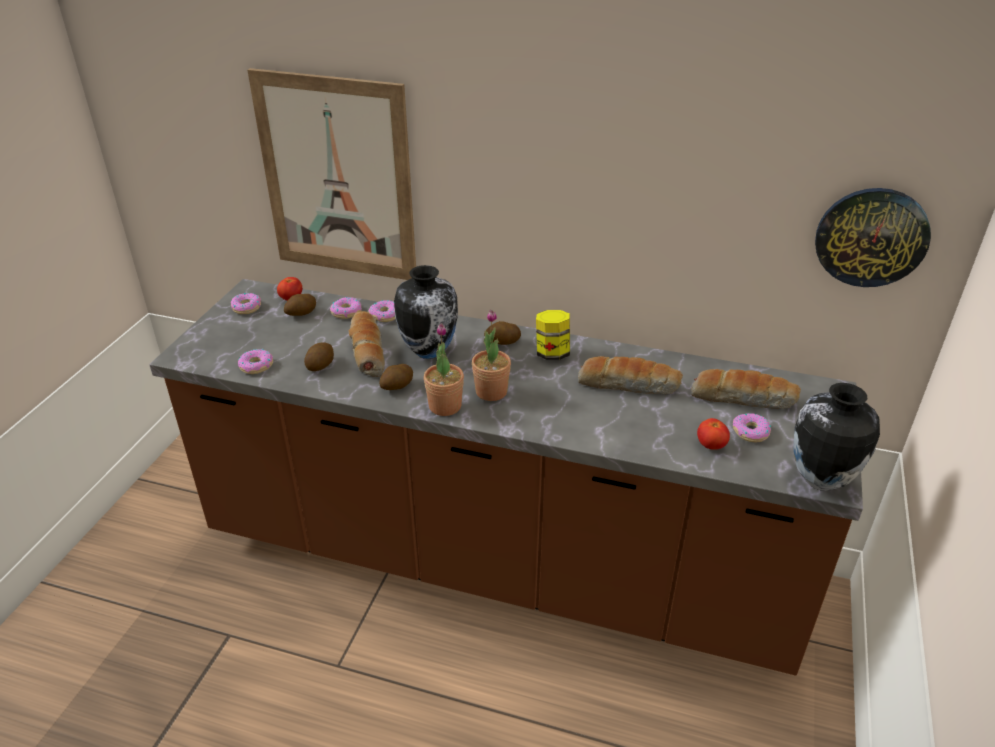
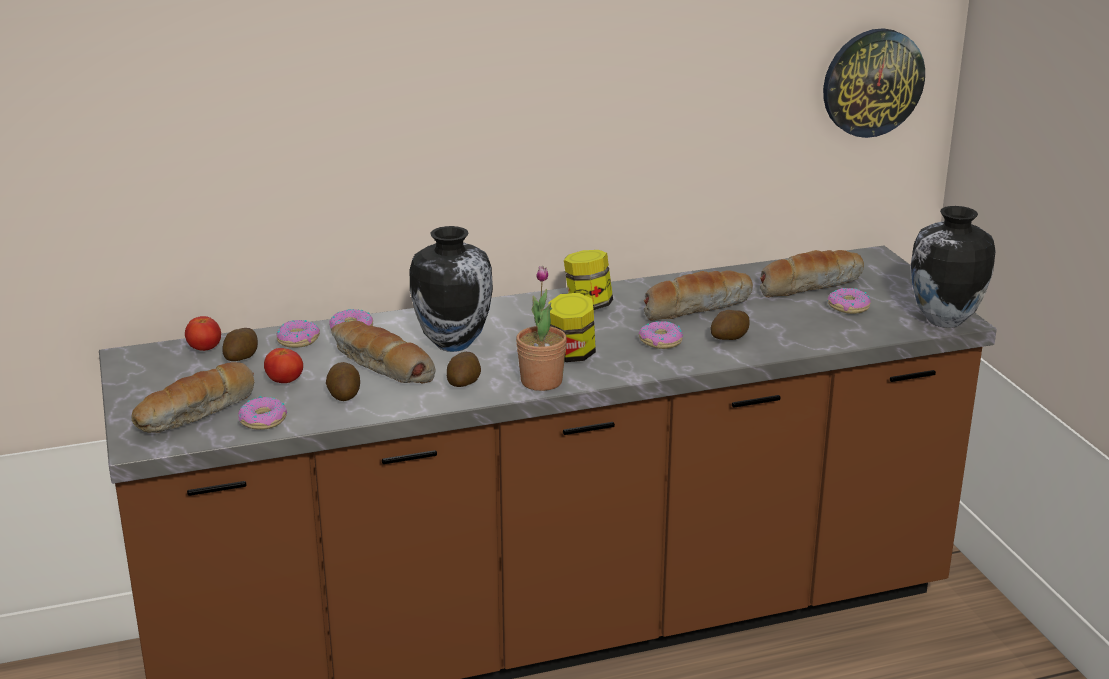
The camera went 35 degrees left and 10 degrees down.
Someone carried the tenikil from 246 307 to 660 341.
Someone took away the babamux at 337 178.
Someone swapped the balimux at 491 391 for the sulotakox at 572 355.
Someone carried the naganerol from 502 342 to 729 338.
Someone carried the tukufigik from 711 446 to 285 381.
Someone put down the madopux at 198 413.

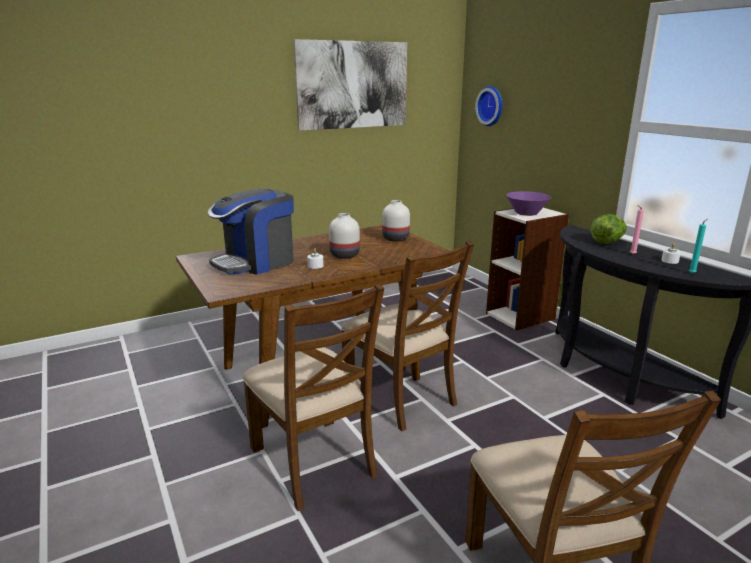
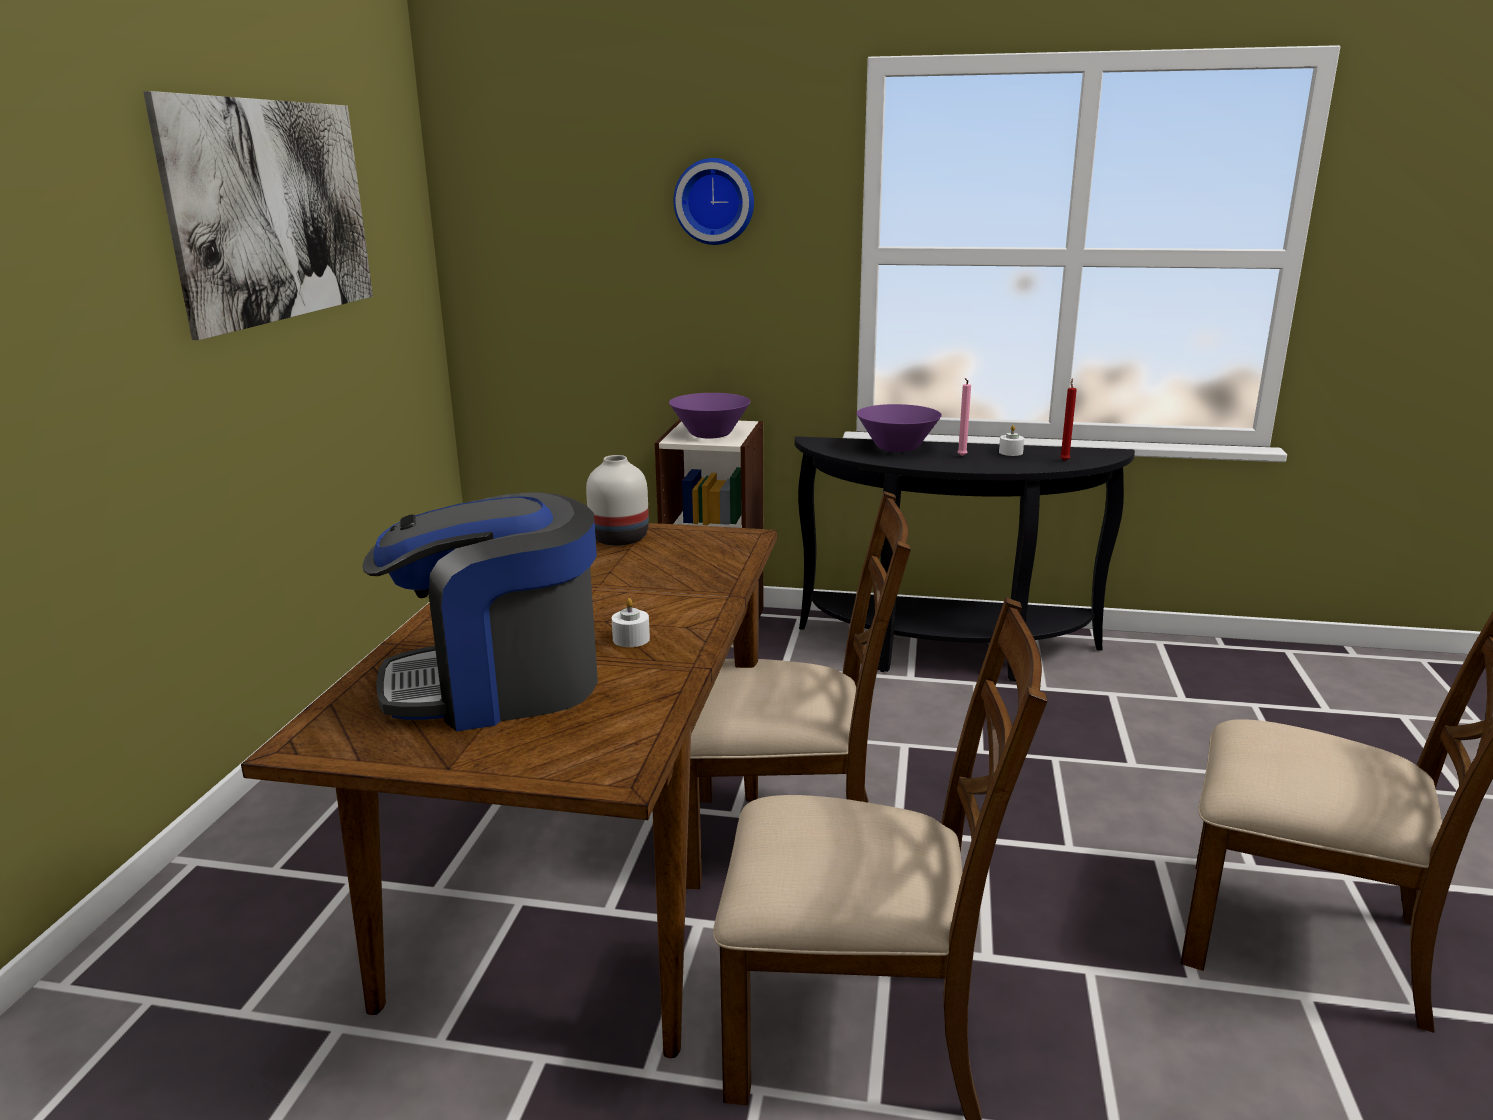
The camera went 50 degrees left and 0 degrees up.
Someone rotated the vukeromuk at 256 262 by 75 degrees clockwise.
Someone took away the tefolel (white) at 344 255.
Someone carried the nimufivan from 491 106 to 715 201.
Someone swapped the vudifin at 607 242 for the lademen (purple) at 897 448.
Someone repainted the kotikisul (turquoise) at 692 273, which became the kotikisul (red) at 1064 460.

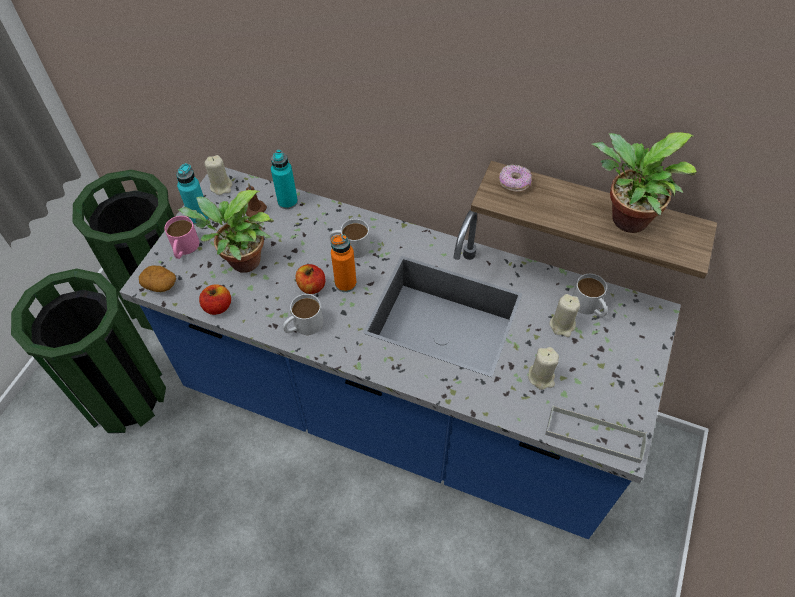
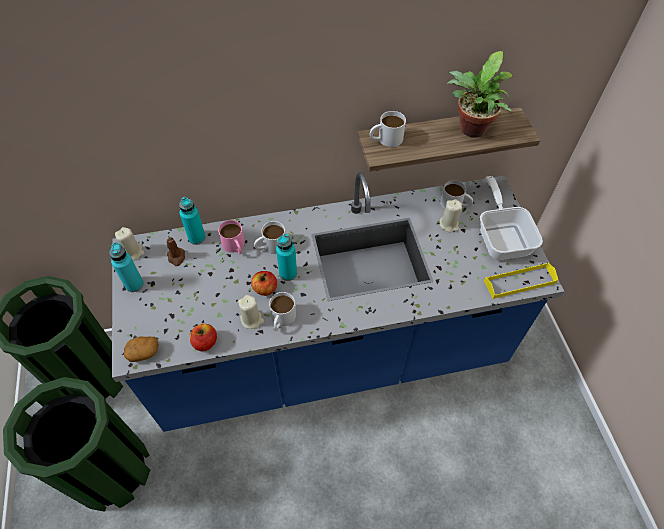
The camera went 35 degrees left and 0 degrees up.
Someone carried the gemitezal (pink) from 184 248 to 235 246.
Someone took away the balimux at 241 262.
Someone repainted the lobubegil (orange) at 345 283, which became the lobubegil (turquoise) at 288 273.
Someone swapped the tenikil at 514 184 for the gemitezal (white) at 385 139.
Someone carried the kotikisul (beige) from 541 377 to 252 319.
Someone repainted the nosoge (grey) at 594 435, which became the nosoge (yellow) at 519 282.
Someone put down the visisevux at 502 237.

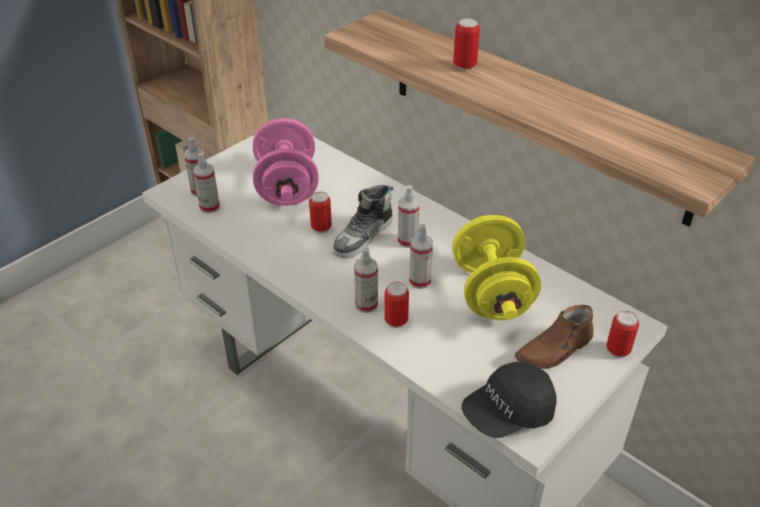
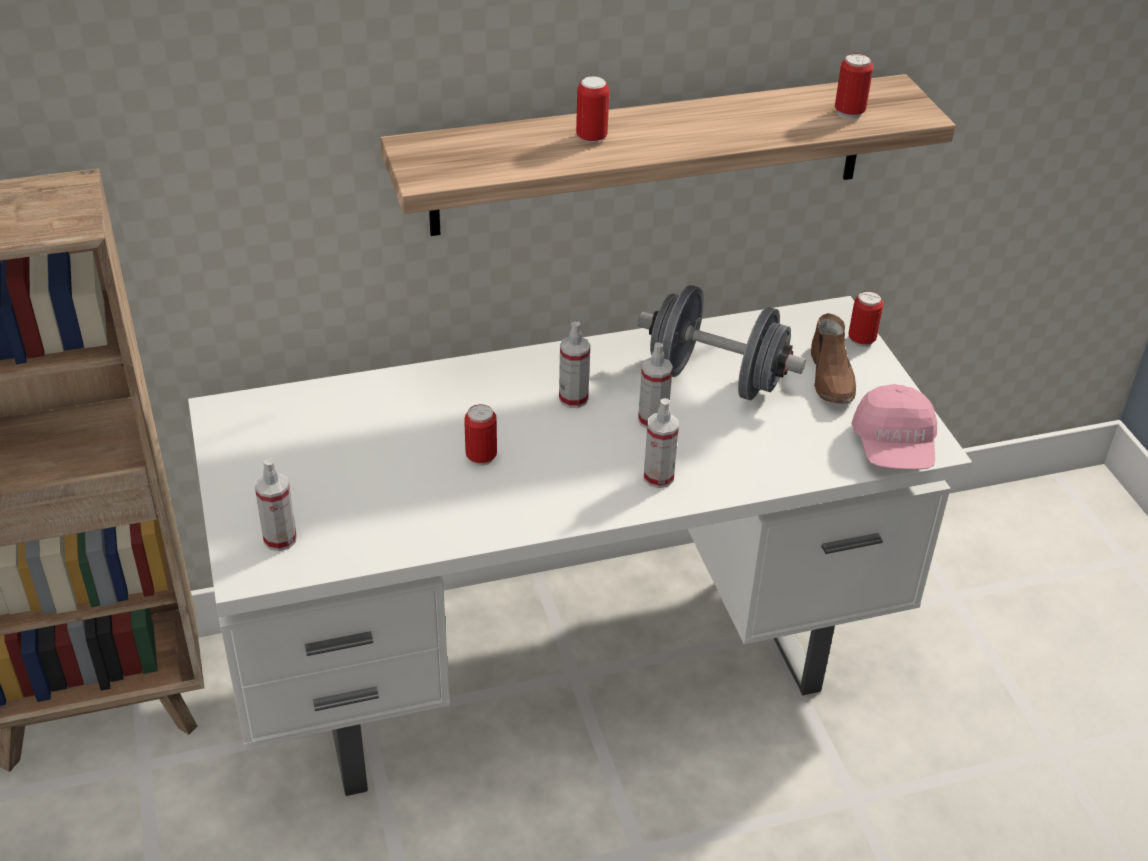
The camera went 60 degrees left and 0 degrees up.
Someone took away the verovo at 209 207.
Someone took away the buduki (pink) at 287 187.
Someone took away the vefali at 363 236.
Someone carried the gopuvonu from 396 321 to 849 113.
Someone repainted the buduki (yellow) at 491 293, which became the buduki (grey) at 716 379.
Someone repainted the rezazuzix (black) at 508 413, which became the rezazuzix (pink) at 894 447.

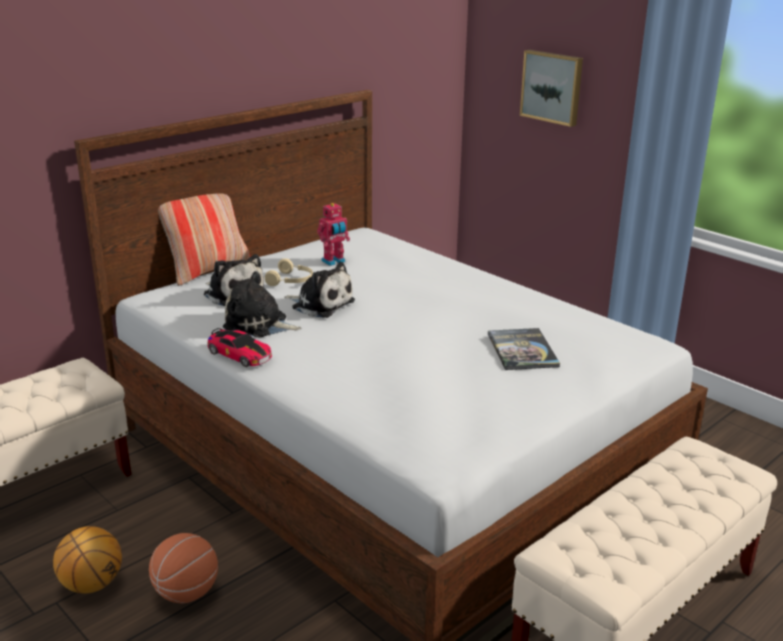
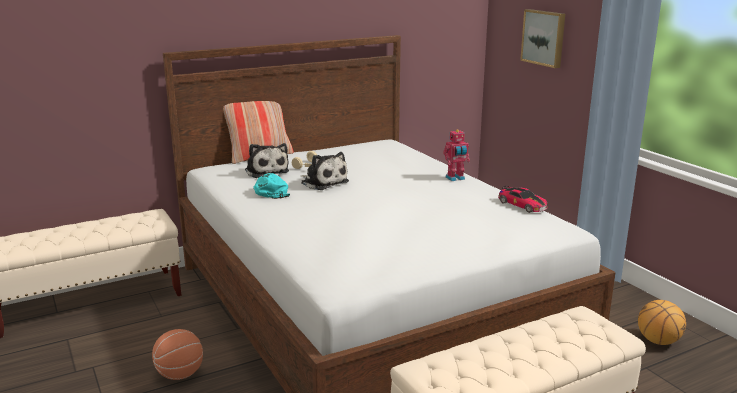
The camera went 15 degrees right and 5 degrees down.
Someone carried the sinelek from 92 584 to 658 341.
Someone carried the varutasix from 239 354 to 522 205.
Someone swapped the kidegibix at 258 325 for the rezazuzix (turquoise) at 270 191.
Someone carried the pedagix from 334 262 to 455 178.
Someone took away the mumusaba at 522 350.

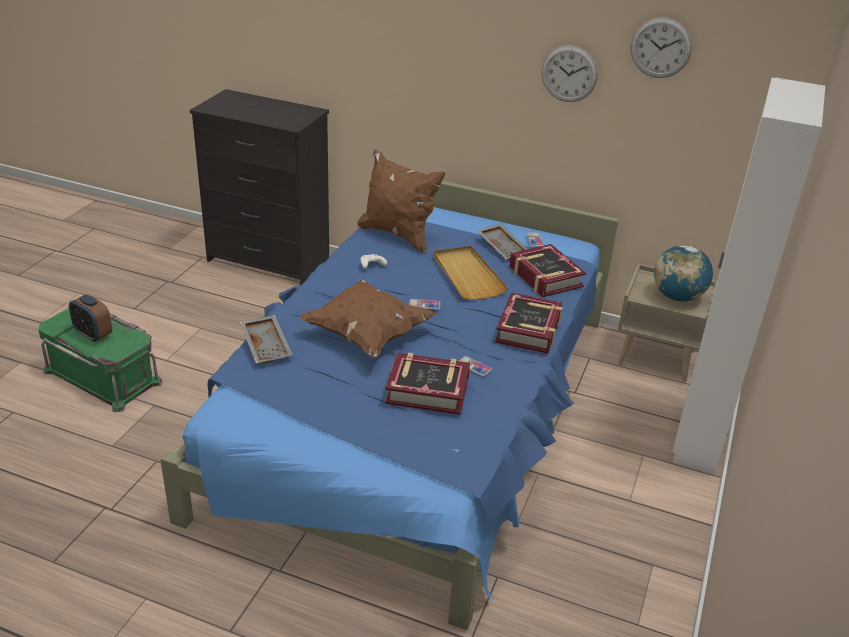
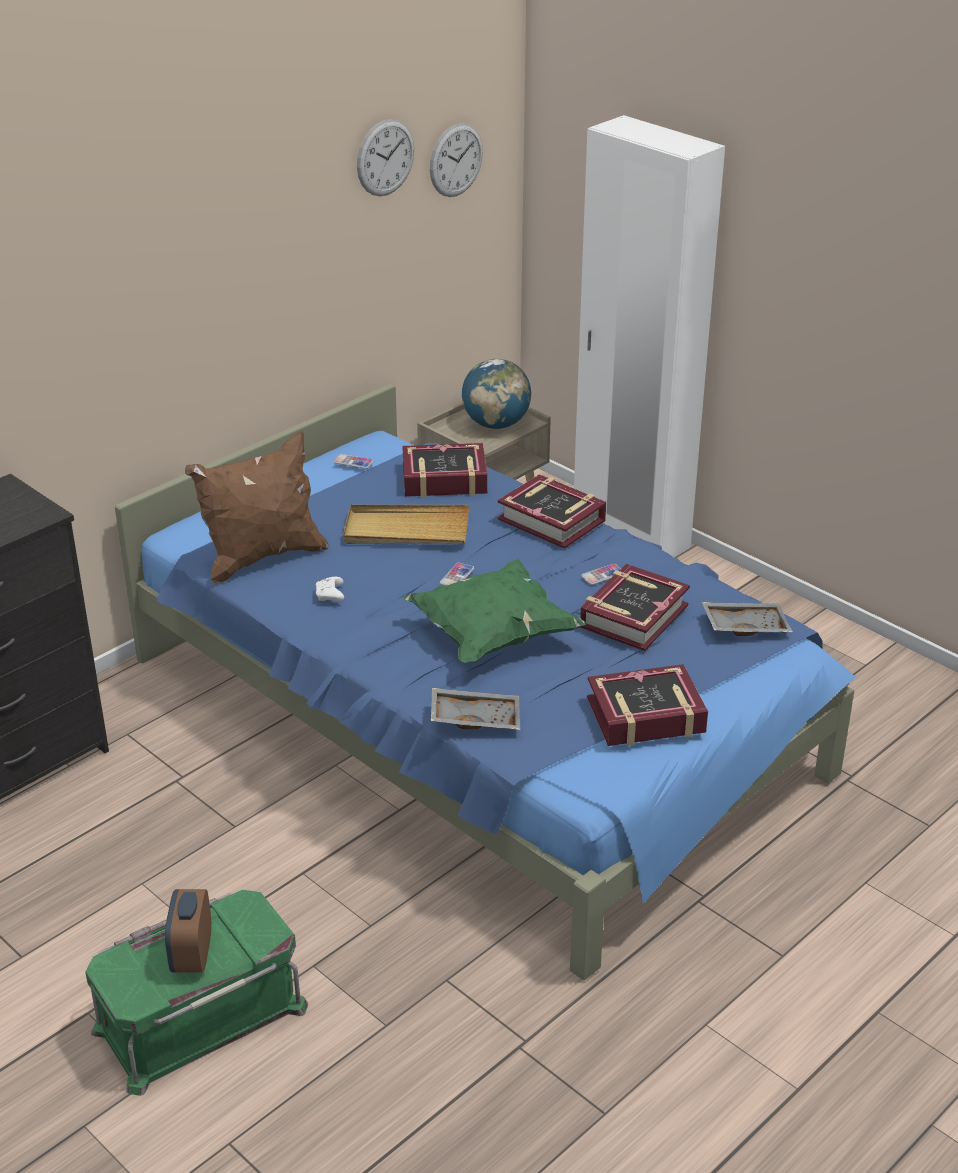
The camera went 65 degrees left and 0 degrees up.
Someone rotated the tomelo at 93 334 by 120 degrees clockwise.
Someone repainted the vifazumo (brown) at 366 335, which became the vifazumo (green) at 492 636.
Someone carried the nosoge (grey) from 503 247 to 745 626.
Someone carried the nimufivan from 569 74 to 456 160.
Someone put down the mumusaba at 646 716.

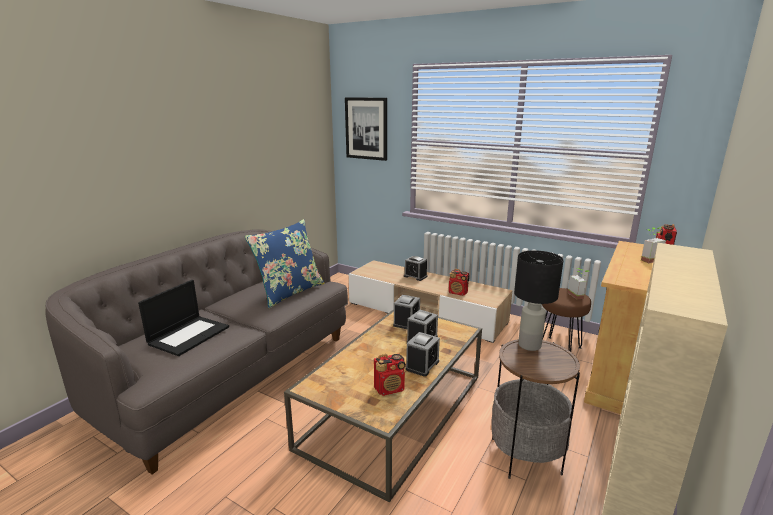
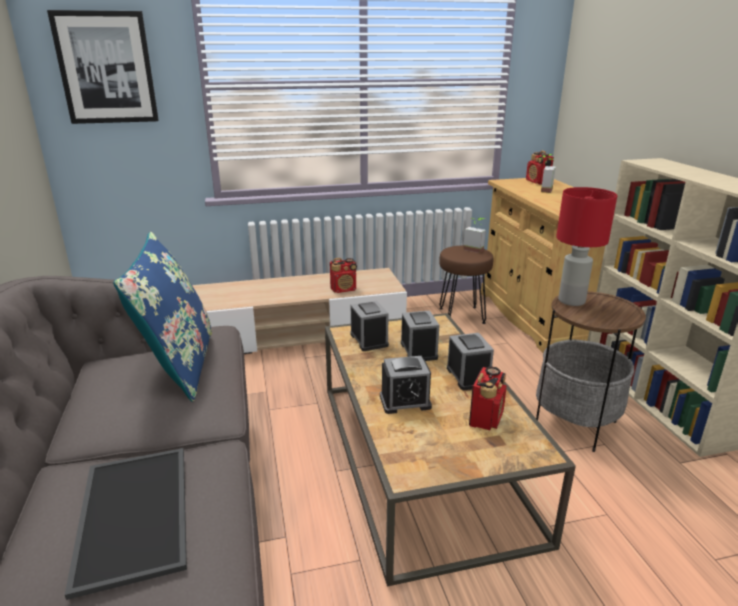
The camera went 45 degrees left and 5 degrees up.
Someone swapped the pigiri at 189 335 for the nosoge at 131 514.
Someone carried the tomelo from 415 276 to 405 401.
Someone repainted the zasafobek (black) at 528 345, which became the zasafobek (red) at 571 301.

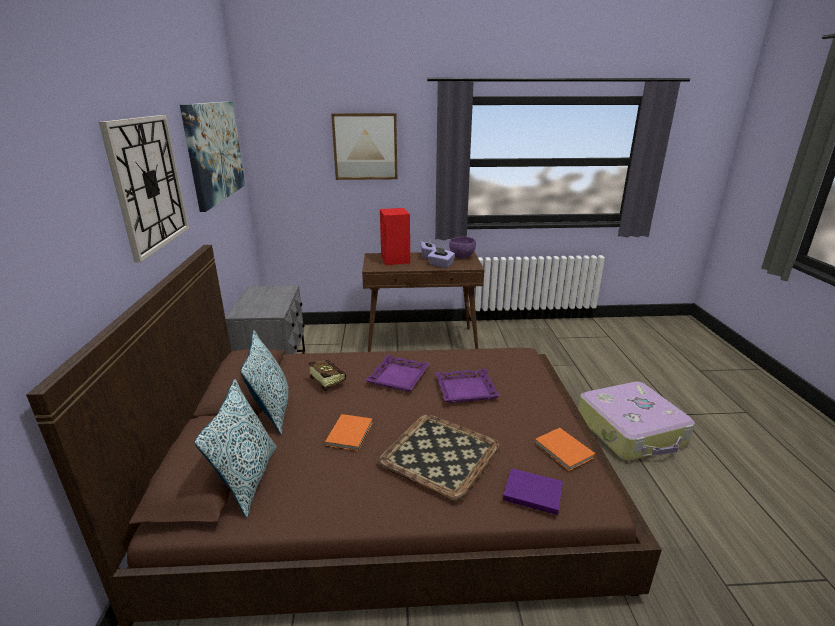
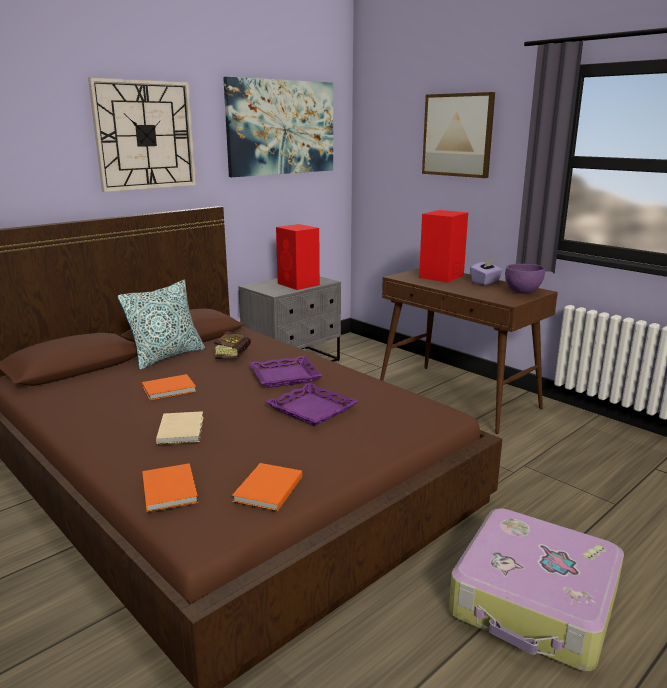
The camera went 50 degrees right and 5 degrees down.
Someone took away the vifazumo at 248 479.
Someone swapped the nosoge at 439 453 for the mumusaba (beige) at 182 429.
Someone took away the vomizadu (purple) at 440 265.
Someone repainted the mumusaba (purple) at 531 492, which became the mumusaba (orange) at 170 488.
Someone put down the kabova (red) at 299 284.

